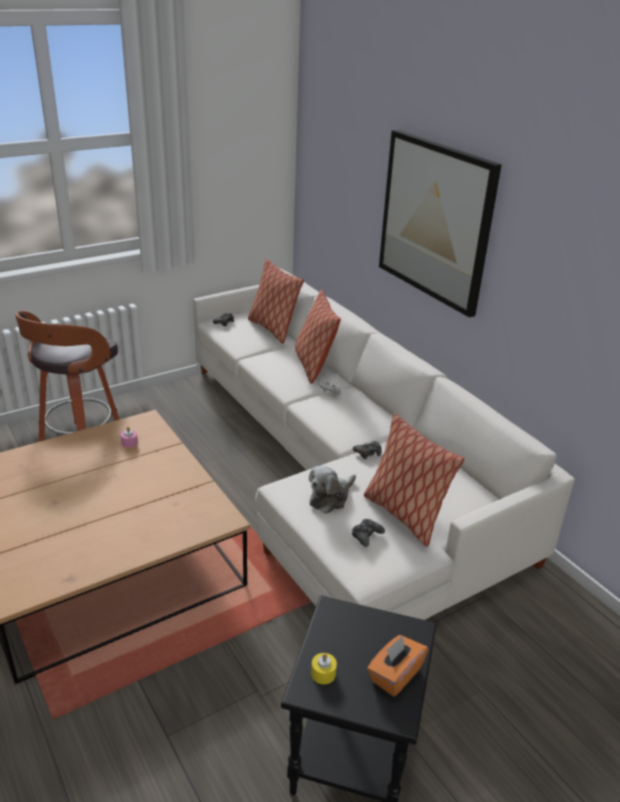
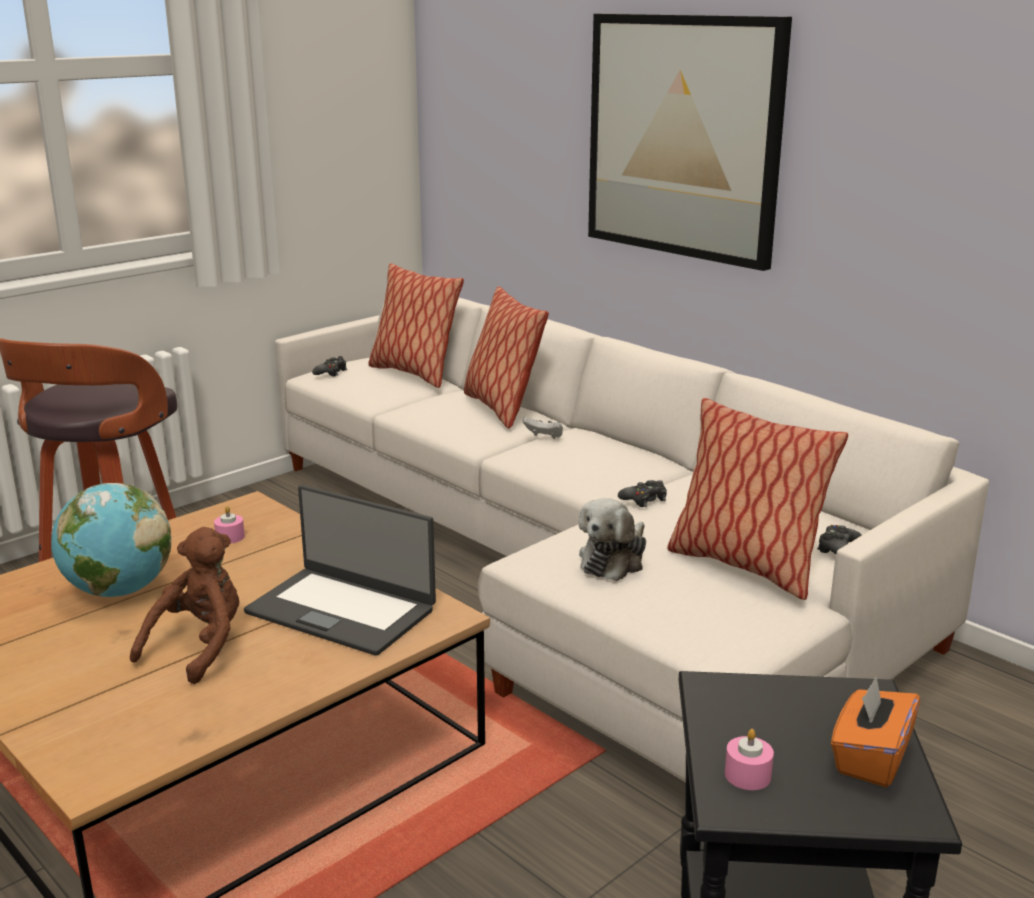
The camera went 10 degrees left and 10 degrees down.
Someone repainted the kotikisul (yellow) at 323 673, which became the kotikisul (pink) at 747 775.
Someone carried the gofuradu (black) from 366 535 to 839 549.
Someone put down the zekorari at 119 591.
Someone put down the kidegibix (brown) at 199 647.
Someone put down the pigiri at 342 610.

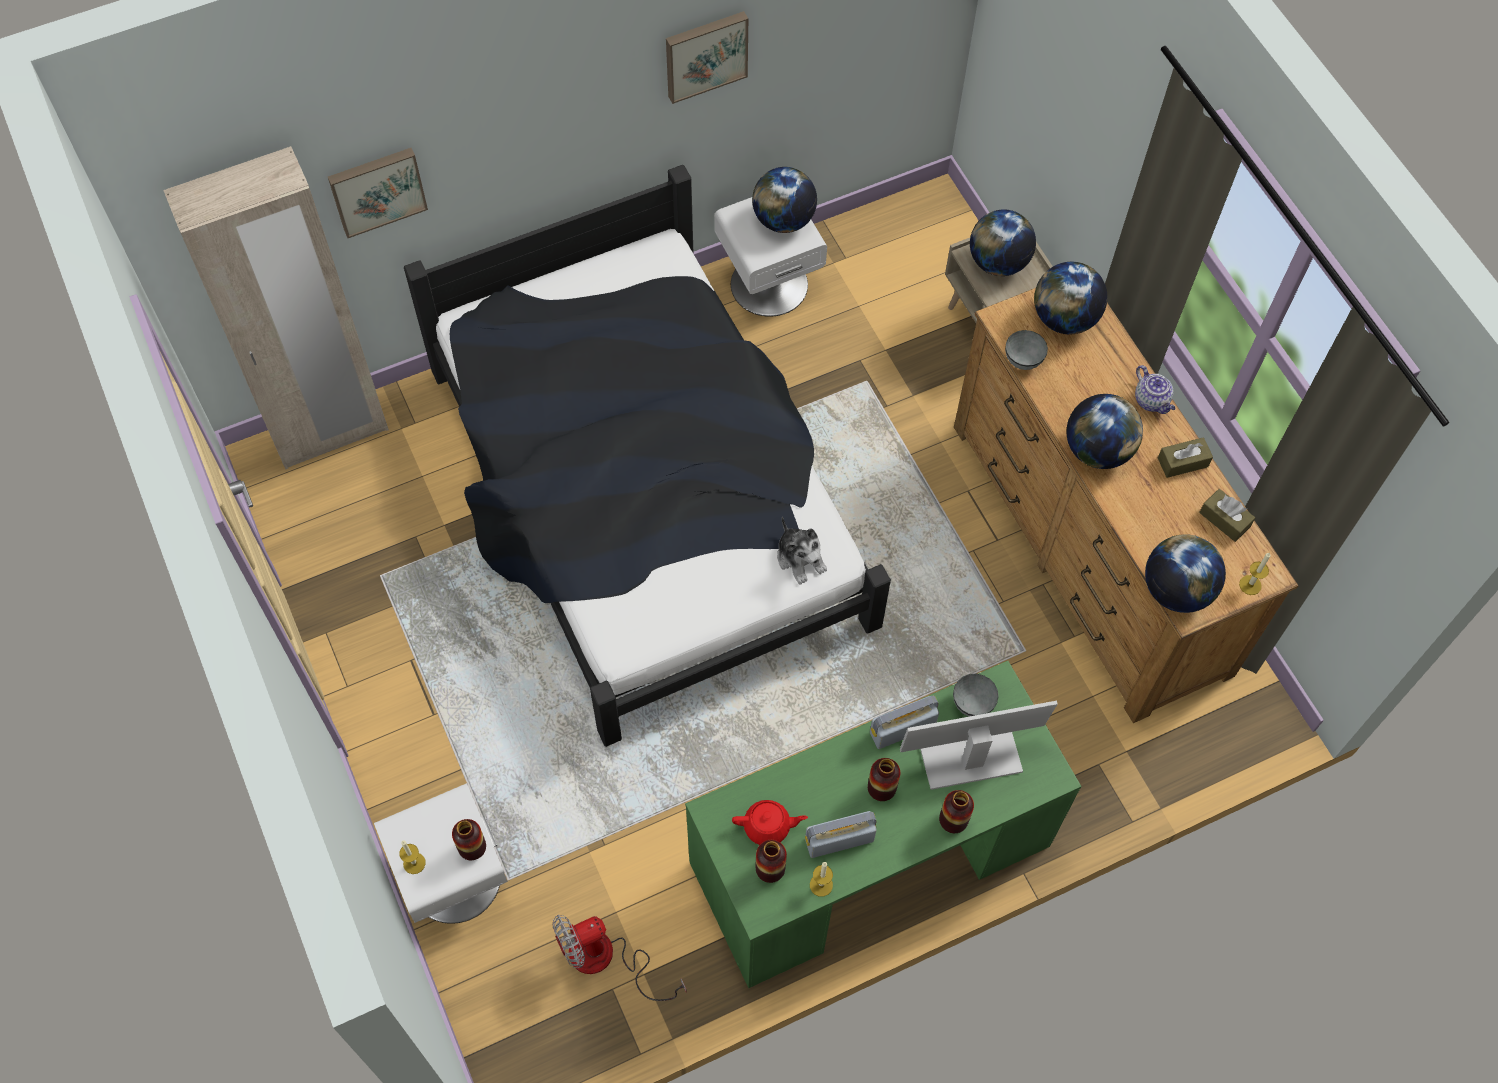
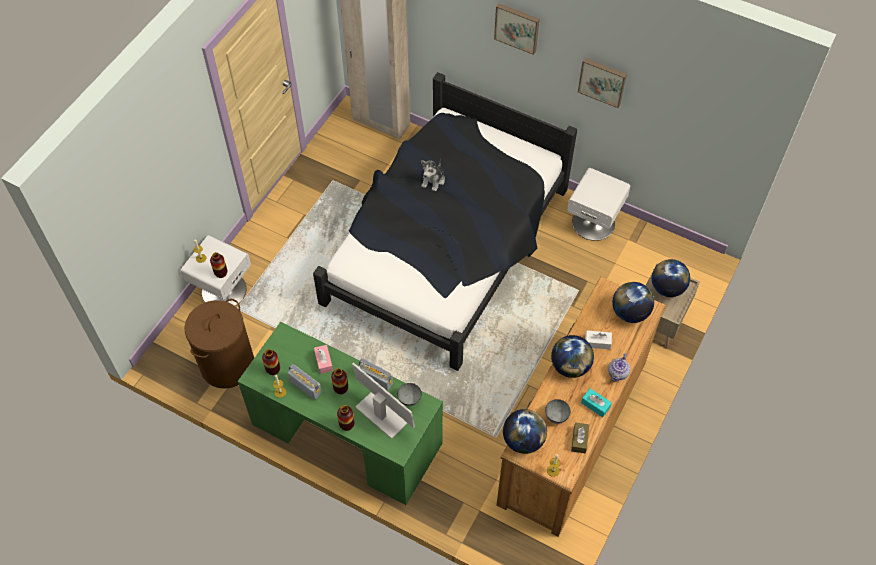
The camera went 55 degrees right and 5 degrees down.
Someone carried the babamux from 377 189 to 517 27.
Someone swapped the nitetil at 606 960 for the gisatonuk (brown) at 227 365.
Someone took away the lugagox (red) at 768 826.
Someone took away the zekorari at 783 220.
Someone carried the kidegibix from 800 558 to 433 180.
Someone carried the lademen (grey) from 1022 361 to 556 416.
Someone repainted the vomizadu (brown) at 1182 462, which became the vomizadu (turquoise) at 595 405.
Someone put down the vomizadu (pink) at 323 361.
Someone put down the vomizadu (white) at 597 342.

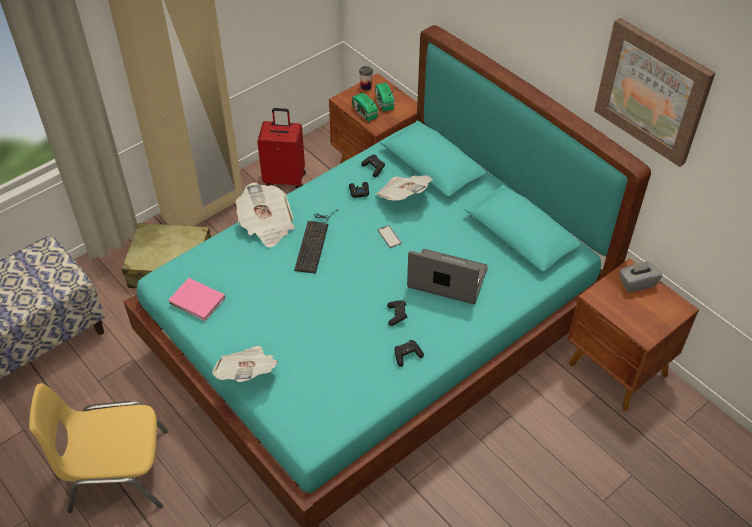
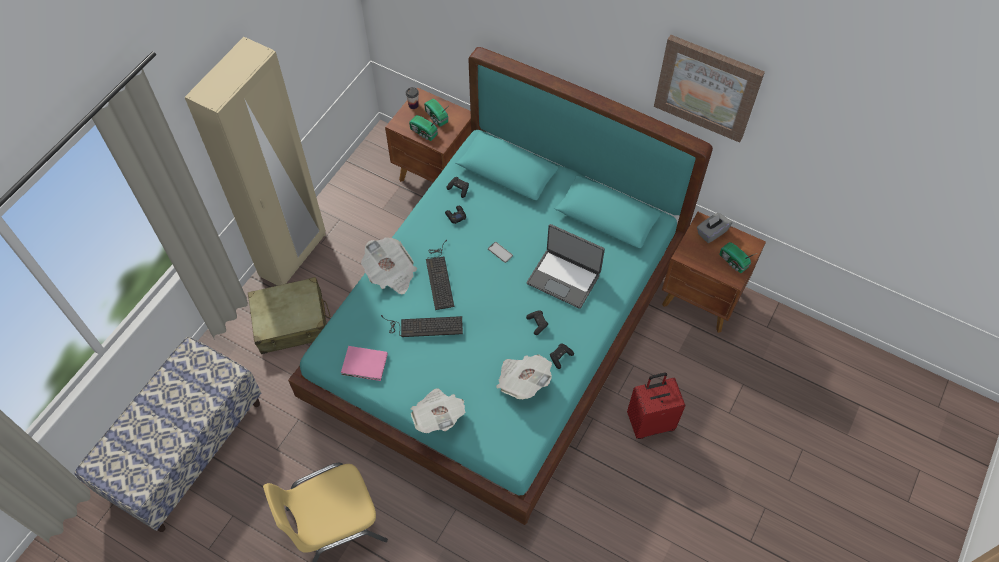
The camera went 20 degrees left and 10 degrees up.
Someone carried the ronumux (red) from 285 179 to 650 422.
Someone carried the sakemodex from 403 197 to 523 381.
Someone rotated the pigiri at 446 279 by 150 degrees counterclockwise.
Someone put down the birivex at 423 326.
Someone put down the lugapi at 733 262.

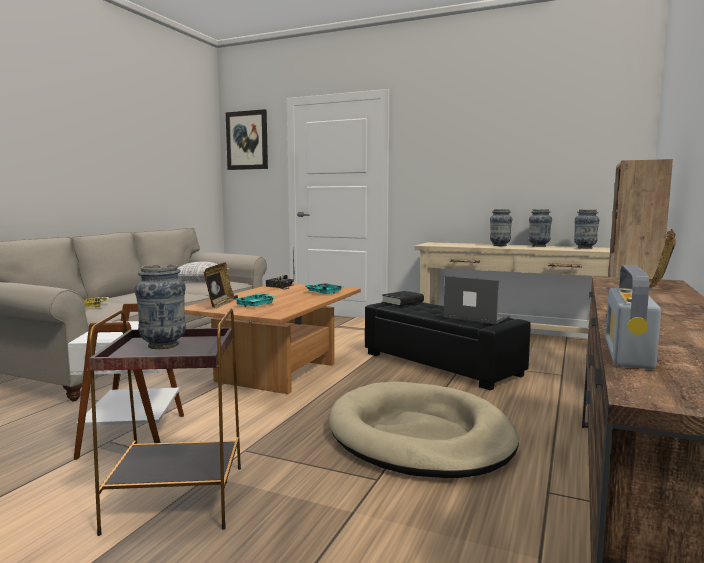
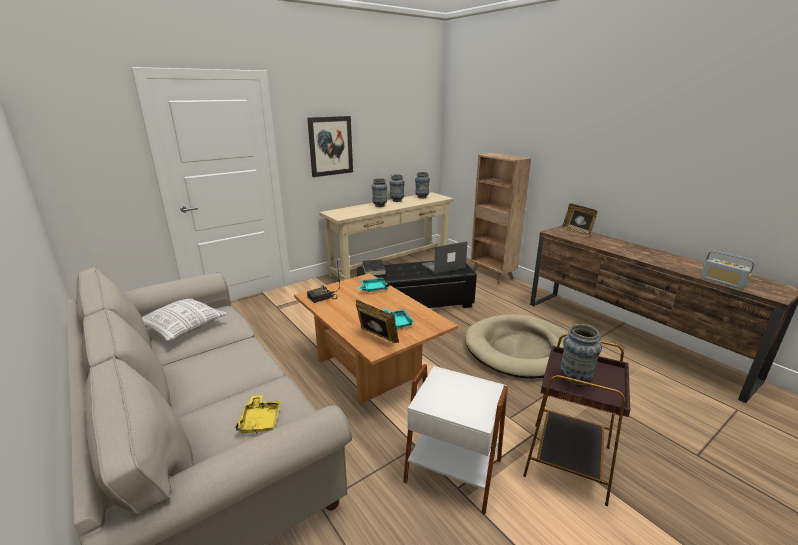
The camera went 60 degrees left and 15 degrees up.
Someone carried the babamux from 247 140 to 330 146.

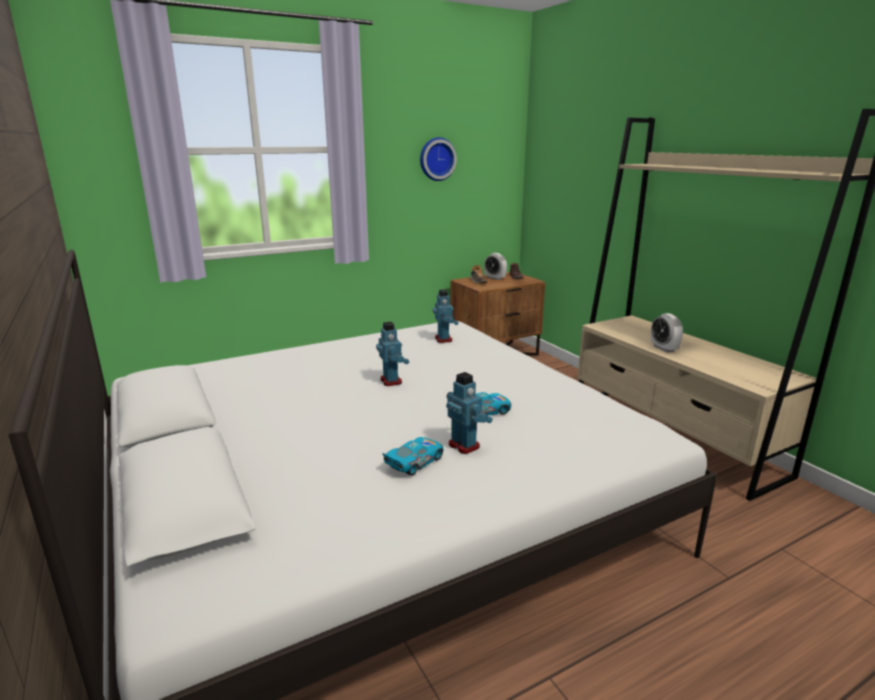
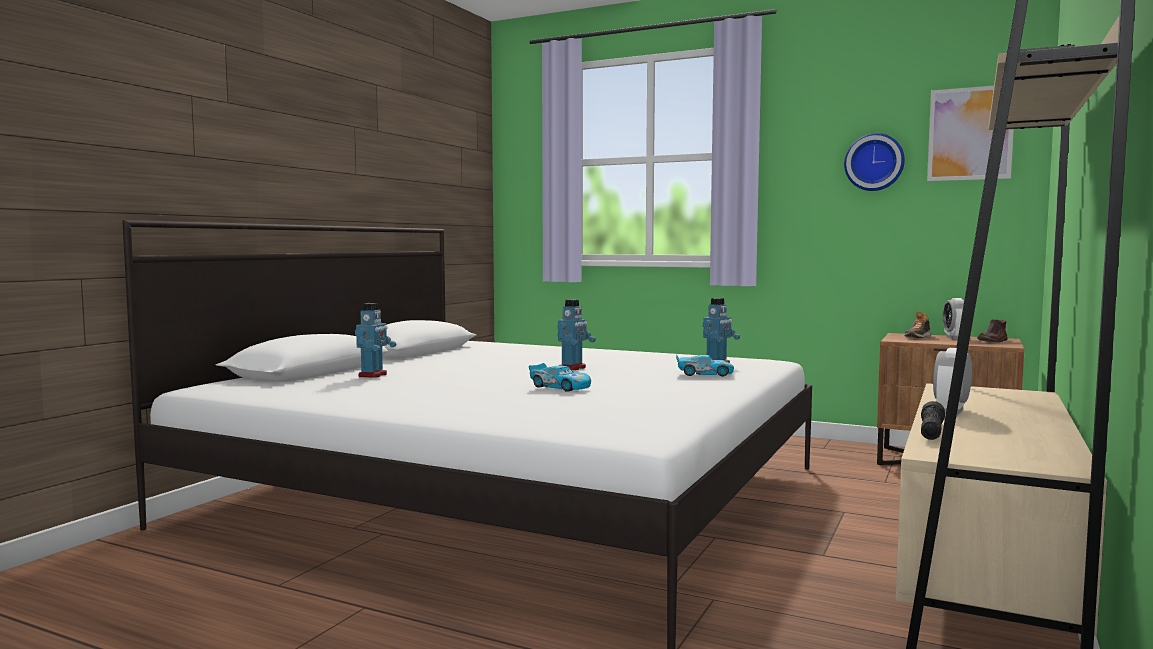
The camera went 55 degrees right and 15 degrees down.
Someone carried the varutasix from 414 462 to 704 374.
Someone carried the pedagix from 464 445 to 373 375.
Someone put down the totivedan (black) at 931 432.
Someone put up the babamux at 970 134.

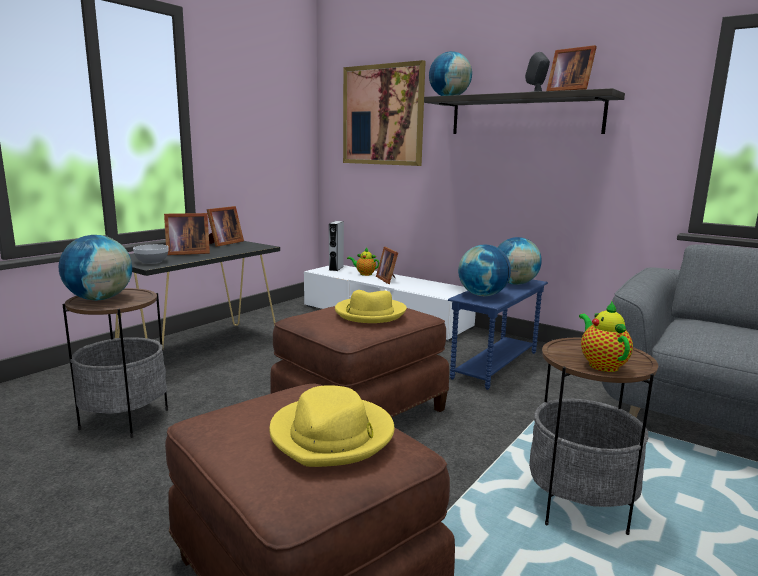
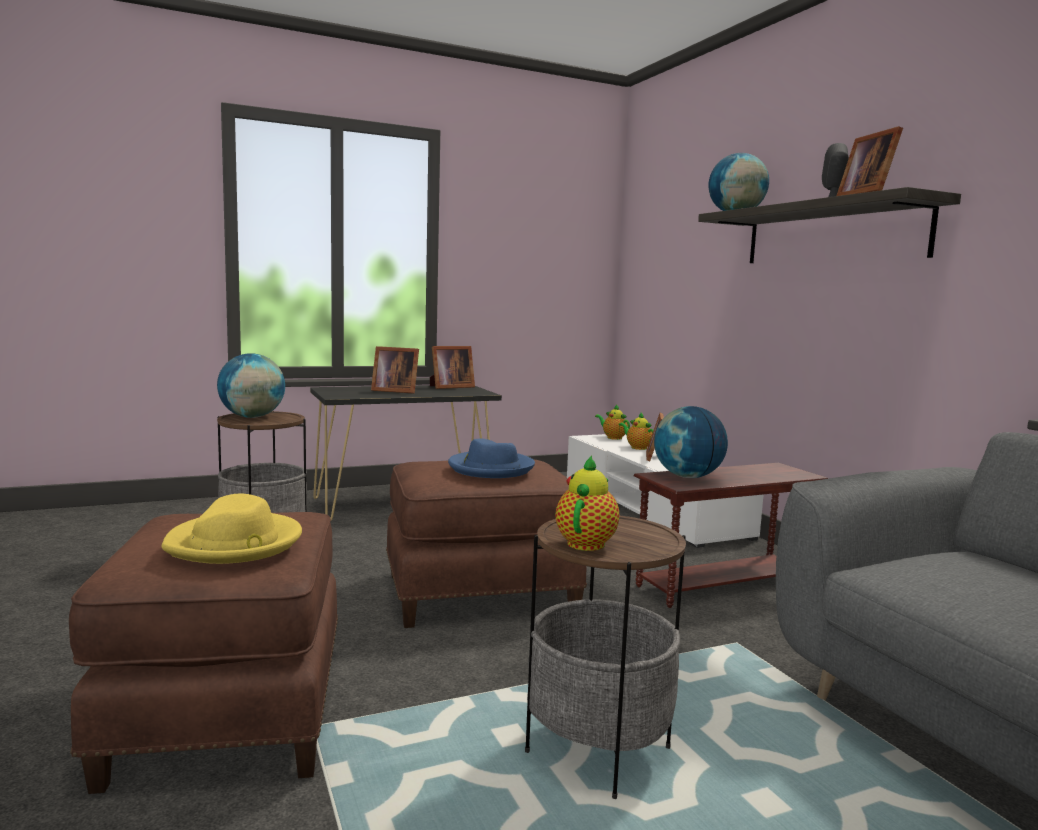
The camera went 30 degrees right and 5 degrees down.
Someone took away the lademen at 151 262.
Someone swapped the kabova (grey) at 336 268 for the lugagox at 613 437.
Someone repainted the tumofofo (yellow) at 369 313, which became the tumofofo (blue) at 491 468.
Someone took away the babamux at 382 115.
Someone repainted the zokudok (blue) at 494 365, which became the zokudok (brown) at 721 585.
Someone took away the zekorari at 514 283.

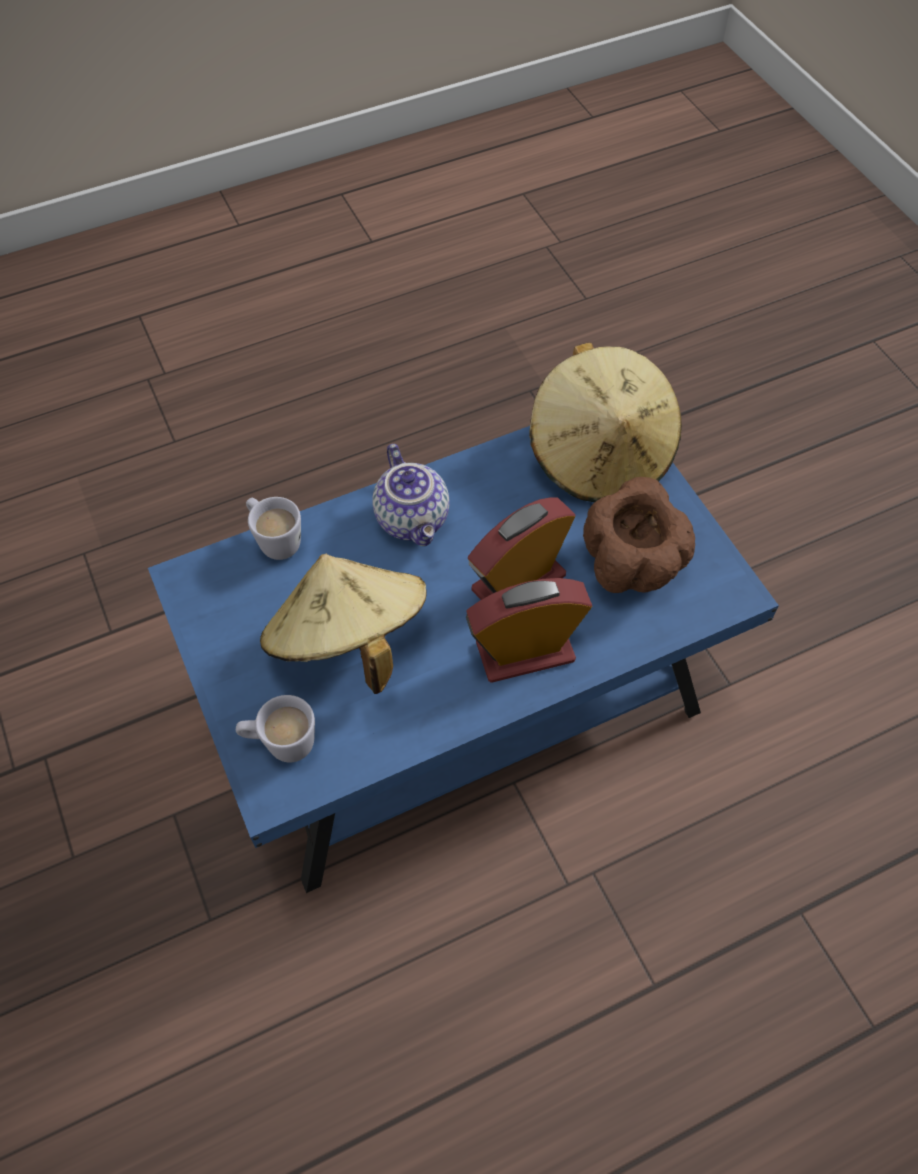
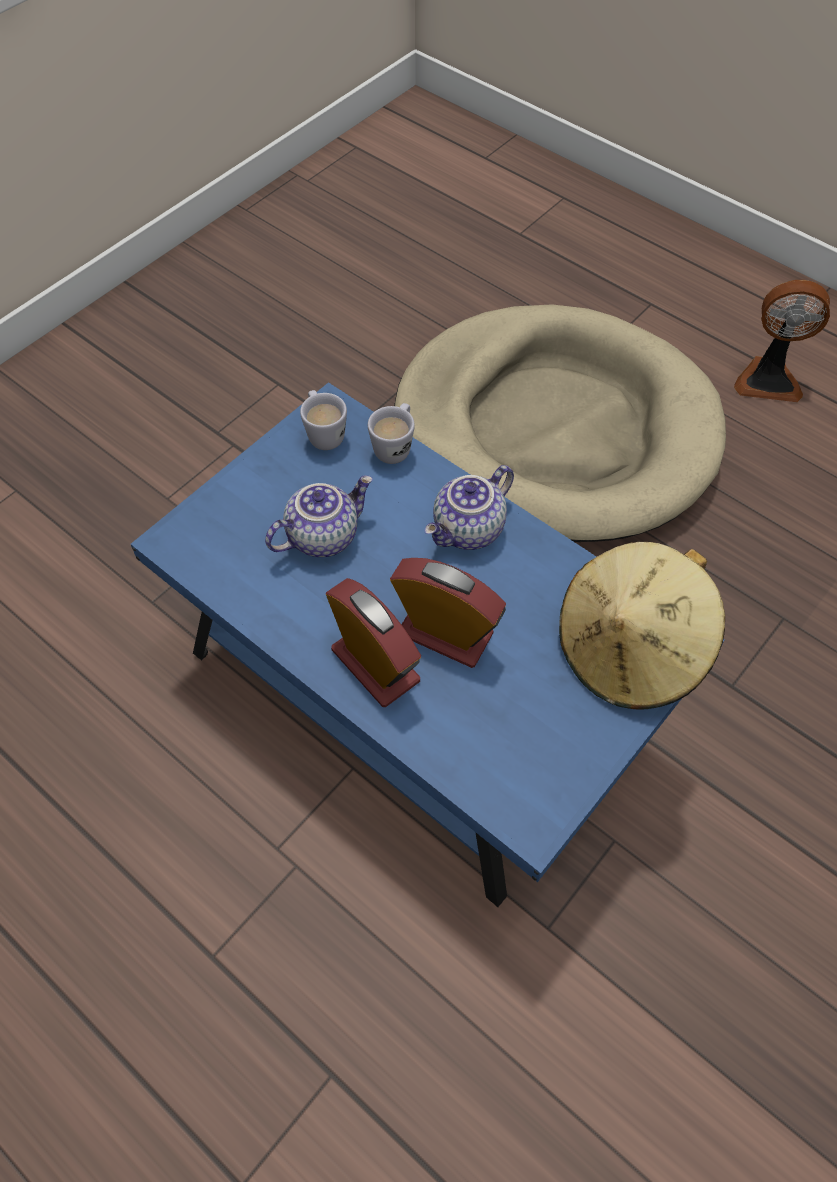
The camera went 65 degrees right and 0 degrees up.
Someone carried the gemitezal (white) from 281 744 to 323 433.
Someone swapped the tumofofo (beige) at 348 643 for the lugagox at 322 535.
Someone took away the lademen (brown) at 633 563.
Someone put down the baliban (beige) at 555 430.
Someone put down the nitetil at 768 379.

